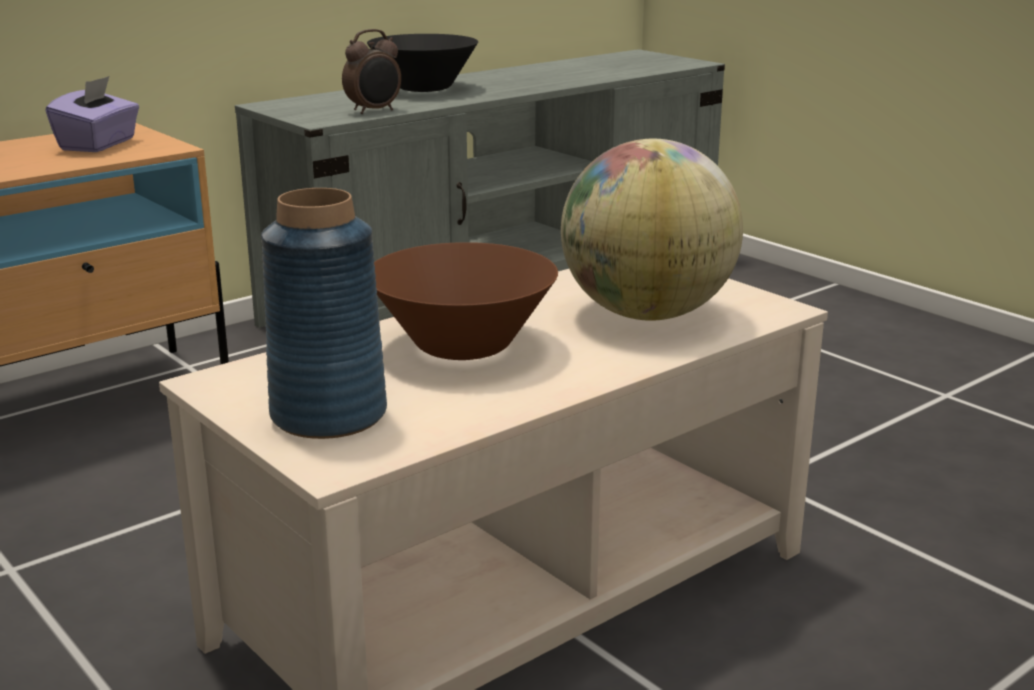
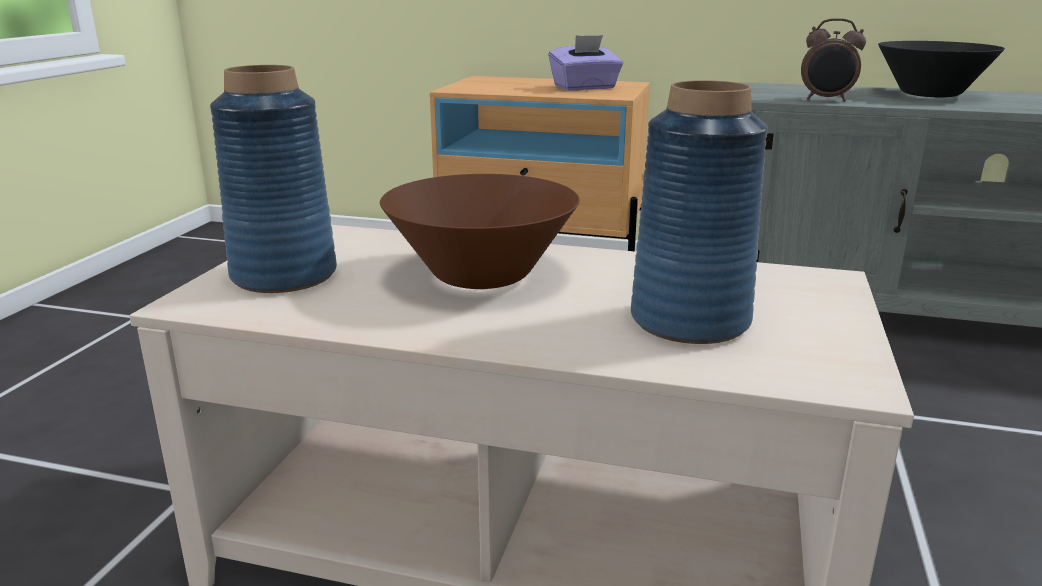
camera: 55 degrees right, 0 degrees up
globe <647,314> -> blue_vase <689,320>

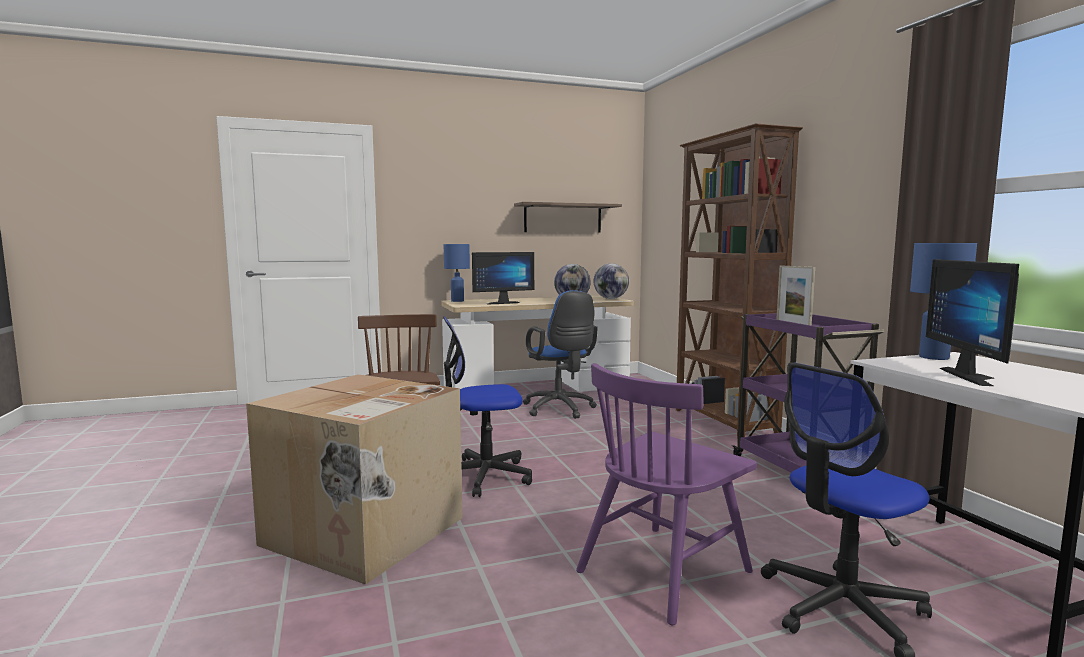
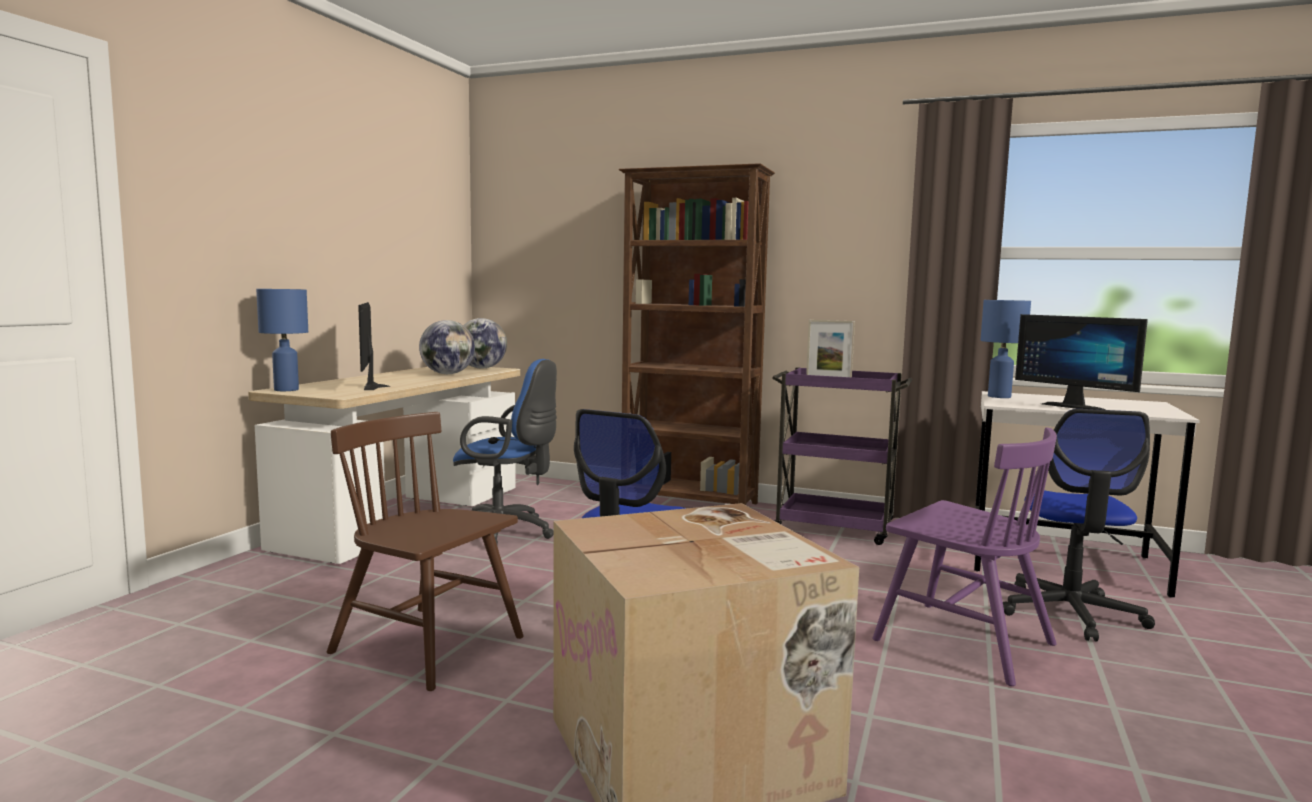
camera: 50 degrees left, 0 degrees up
shelf <563,218> -> none
monitor <501,303> -> monitor <378,386>, 150 degrees clockwise
purple_chair <663,570> -> purple_chair <963,641>, 45 degrees counterclockwise

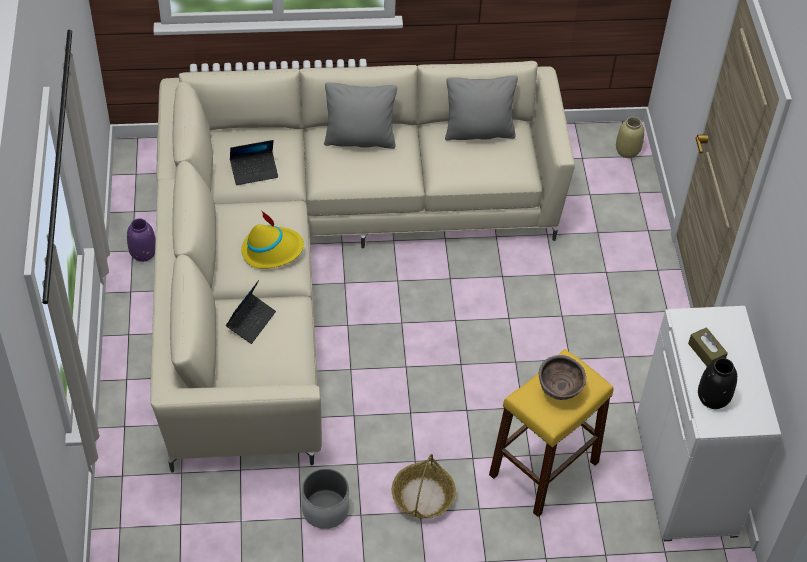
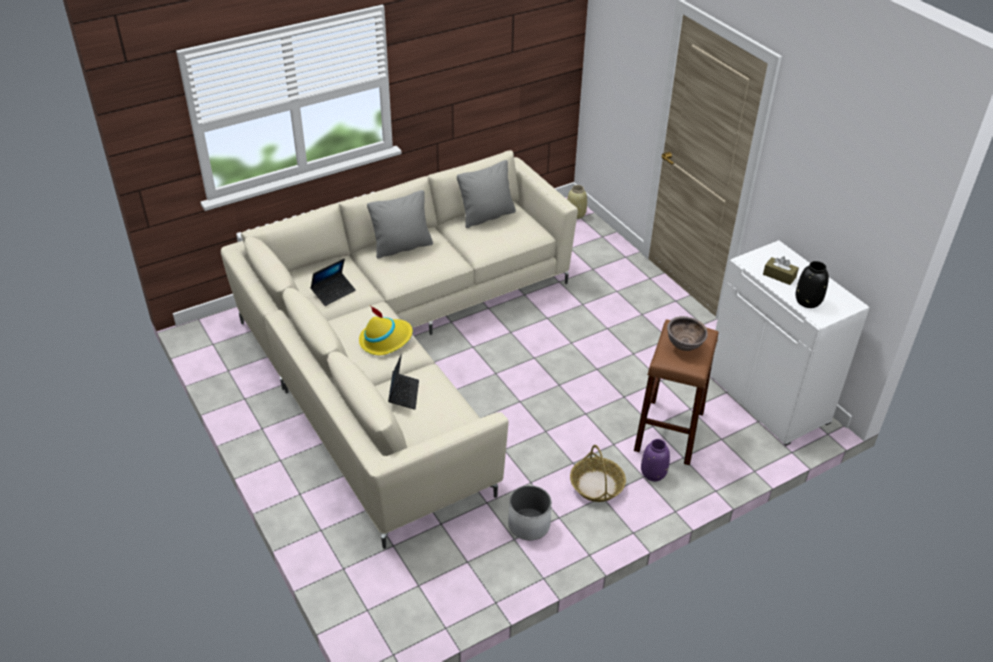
camera: 25 degrees left, 10 degrees down
purple_vase <143,253> -> purple_vase <653,473>, moved
yellow_stool <543,469> -> brown_stool <669,431>

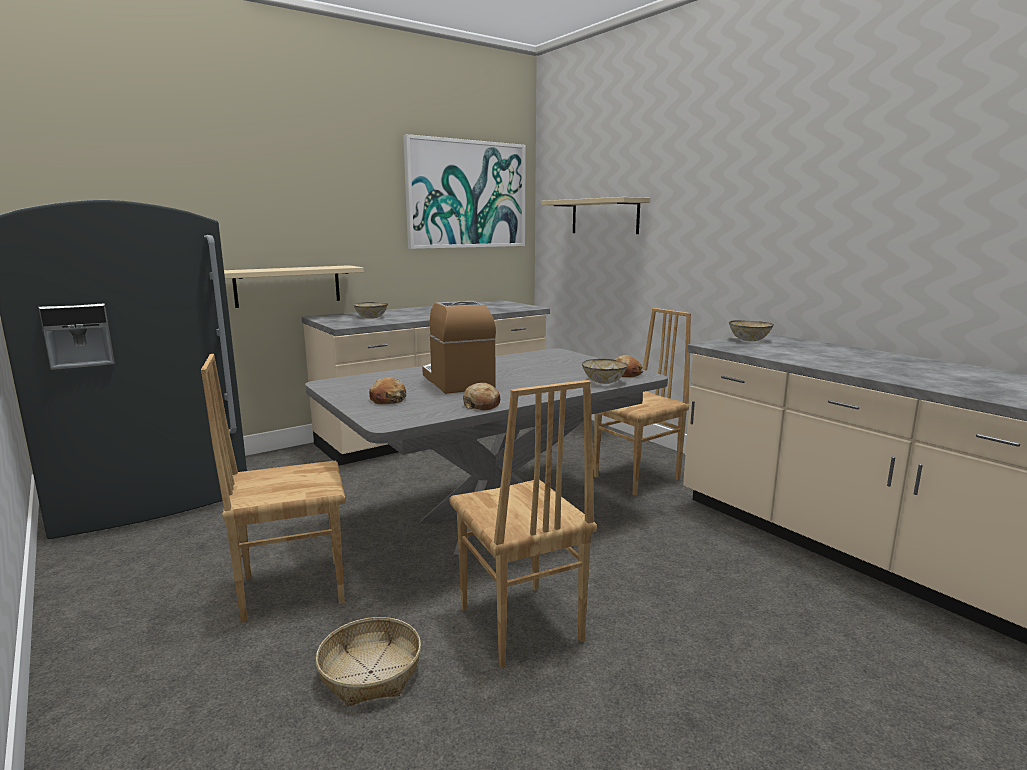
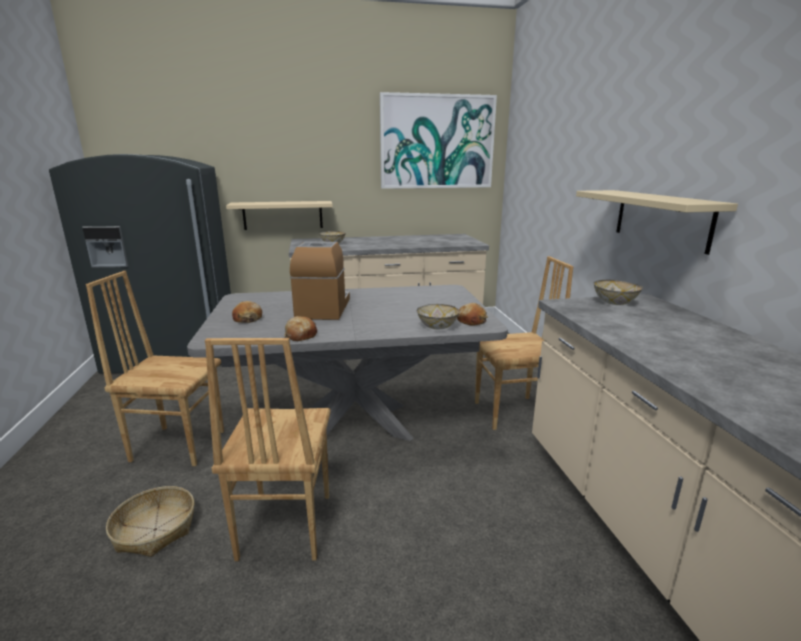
camera: 25 degrees right, 5 degrees up
beige_shelf <604,216> -> beige_shelf <661,219>, moved

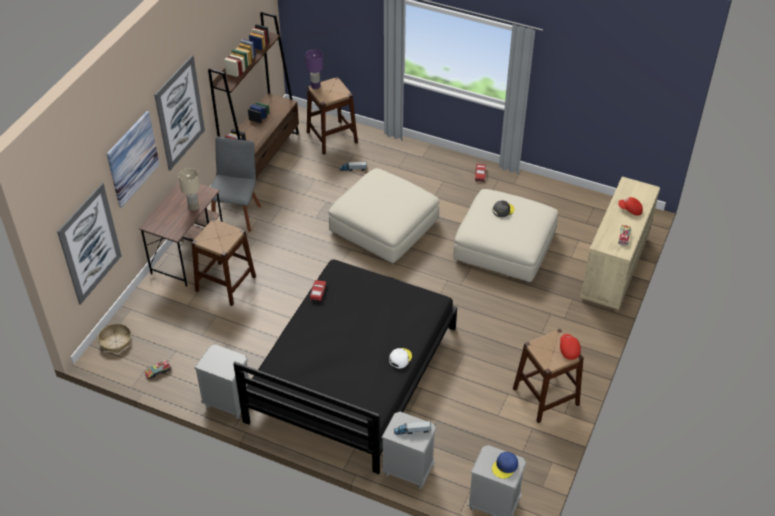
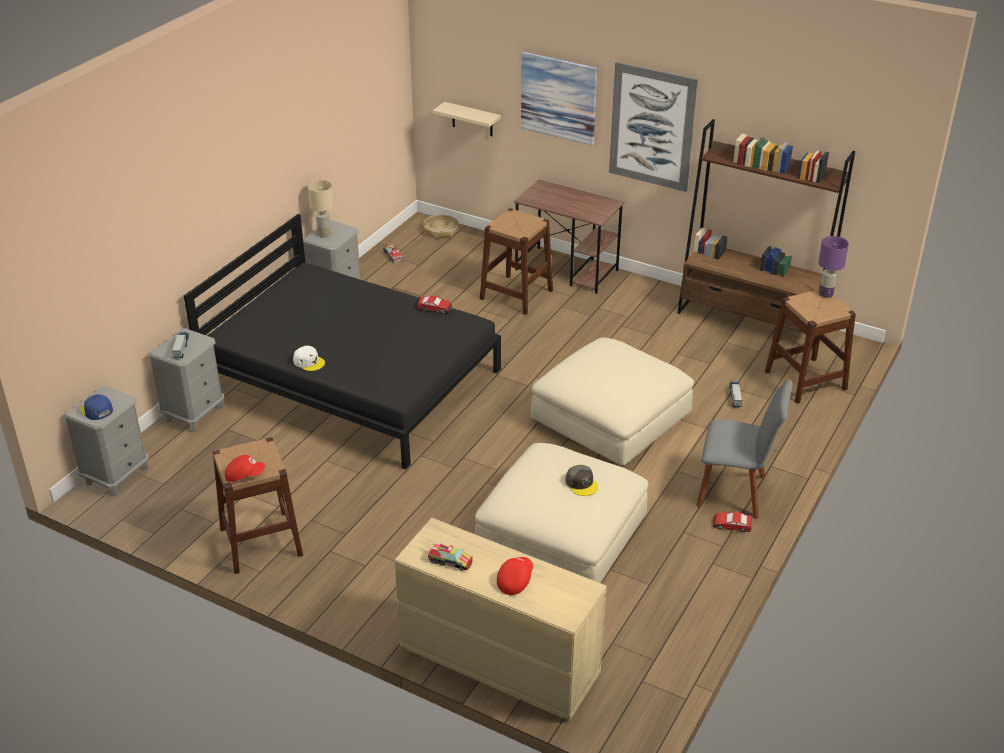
camera: 95 degrees right, 10 degrees down
grey_chair <237,214> -> grey_chair <736,492>, moved
beige_table_lamp <194,207> -> beige_table_lamp <324,234>, moved
picture <90,244> -> beige_shelf <472,119>

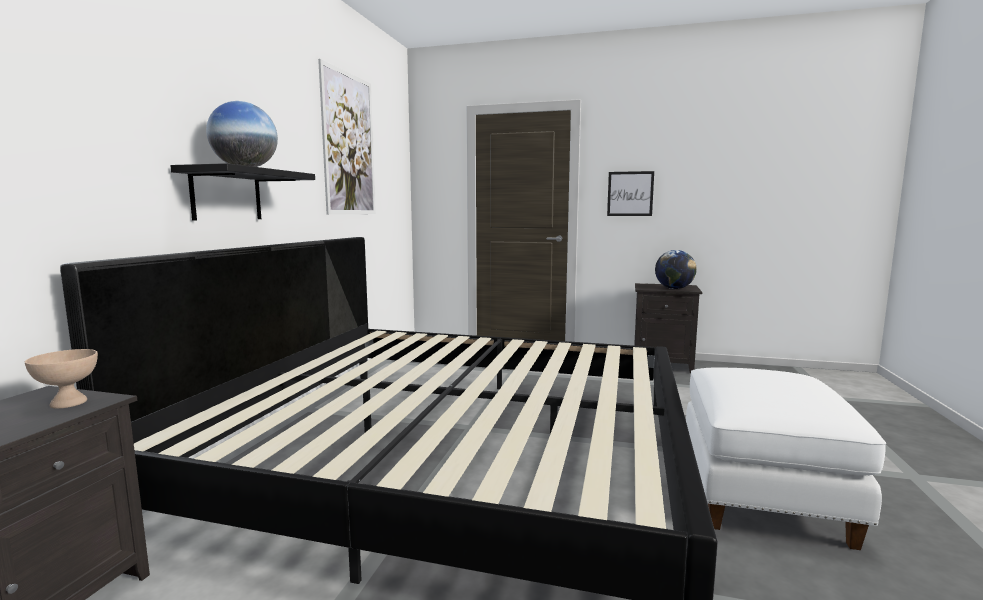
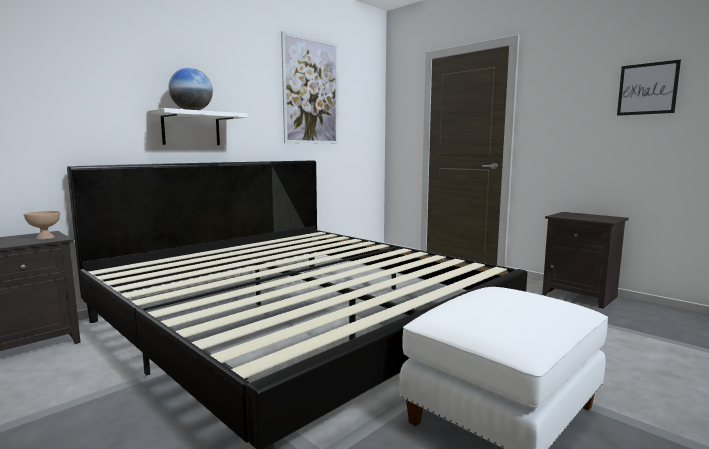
camera: 30 degrees right, 0 degrees up
black_shelf <227,195> -> white_shelf <191,129>
picture <630,194> -> picture <647,89>, moved
globe <674,288> -> none

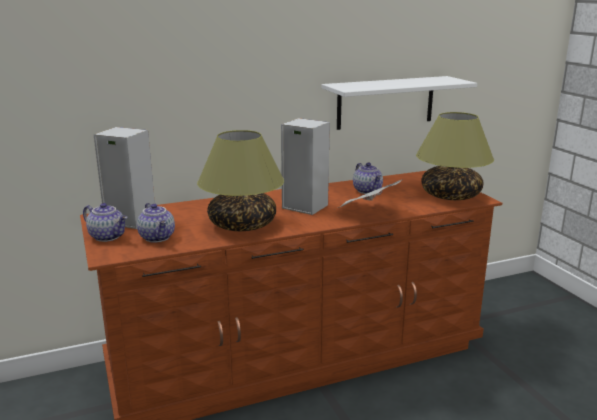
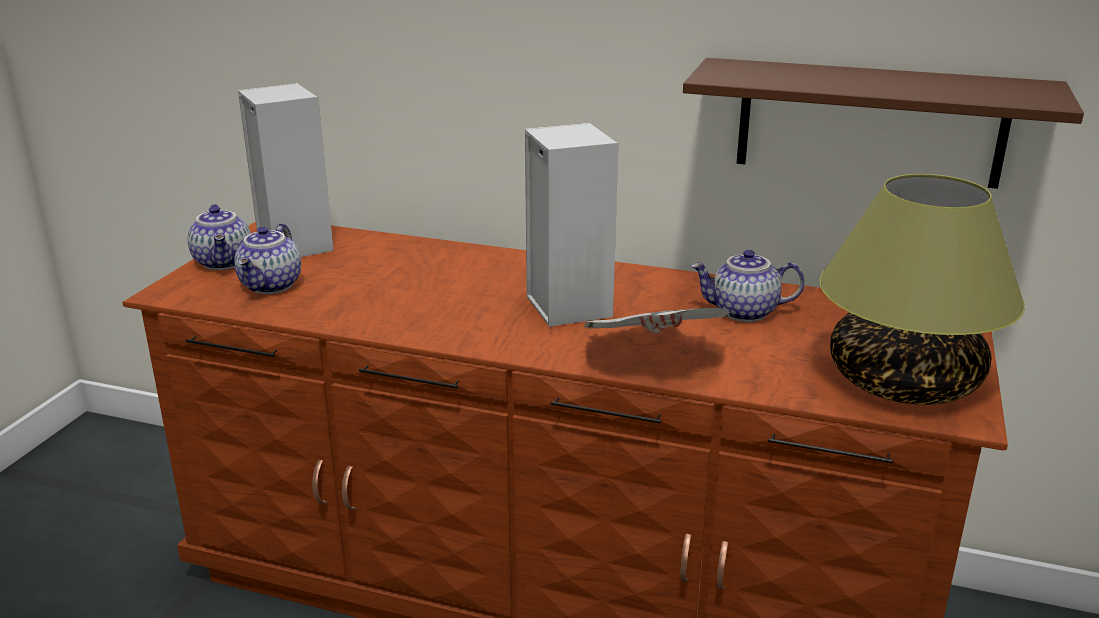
camera: 40 degrees right, 5 degrees up
white_shelf <385,102> -> brown_shelf <870,122>
table_lamp <243,225> -> none
teapot <368,191> -> teapot <743,313>, 75 degrees clockwise

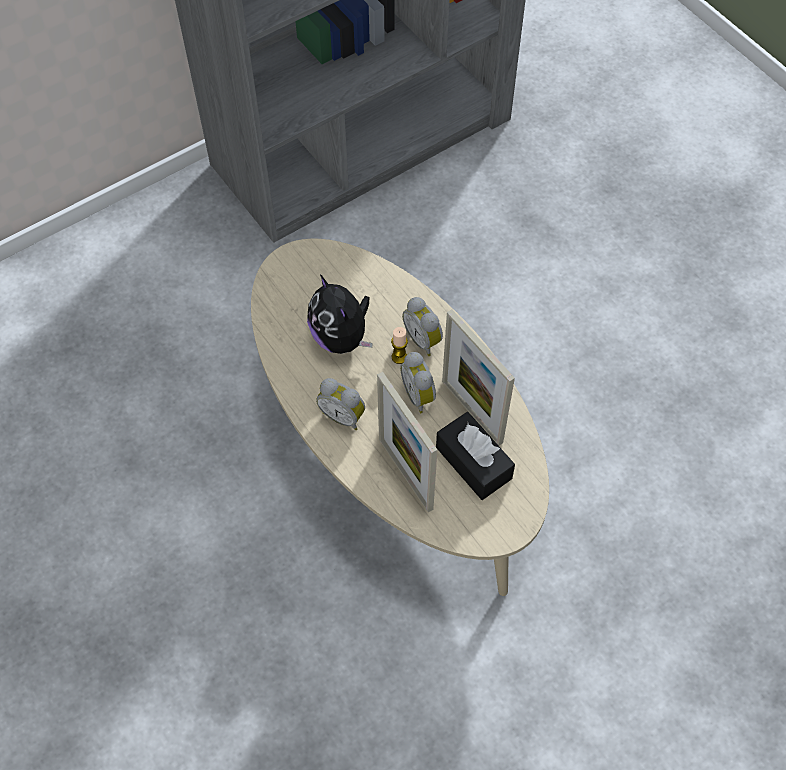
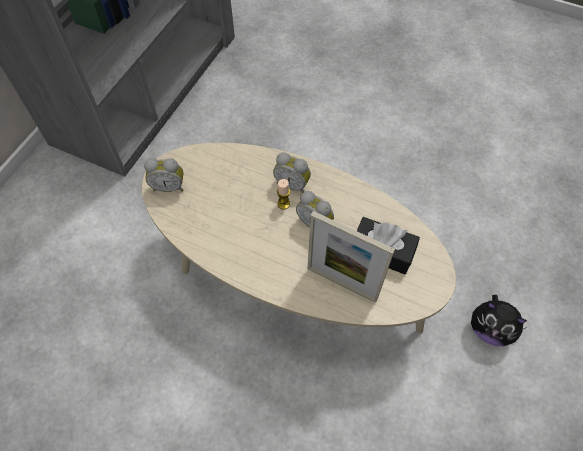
camera: 30 degrees left, 0 degrees up
plush_toy <341,337> -> plush_toy <489,329>, moved
picture_frame <472,411> -> none
alarm_clock <343,415> -> alarm_clock <169,186>, moved

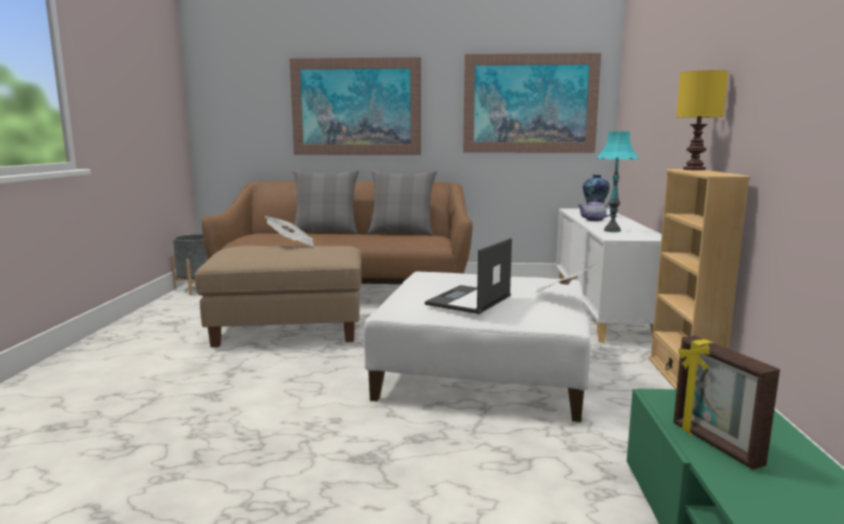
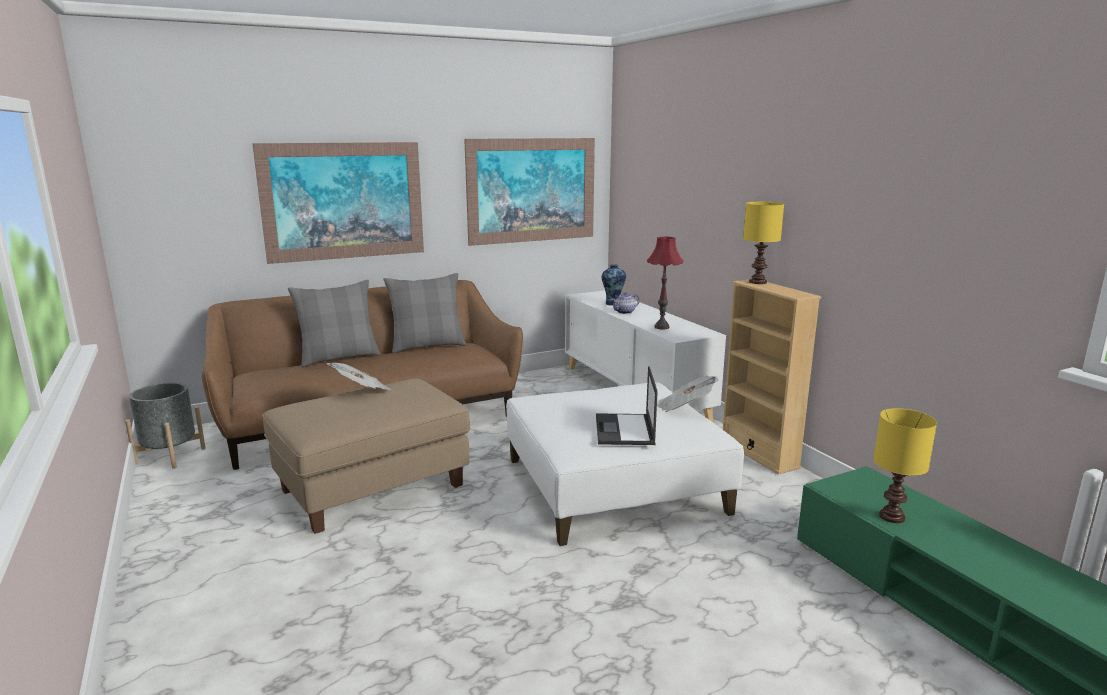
camera: 30 degrees left, 5 degrees up
turquoise_table_lamp <612,231> -> red_table_lamp <662,327>
picture_frame <714,444> -> yellow_table_lamp <893,517>

